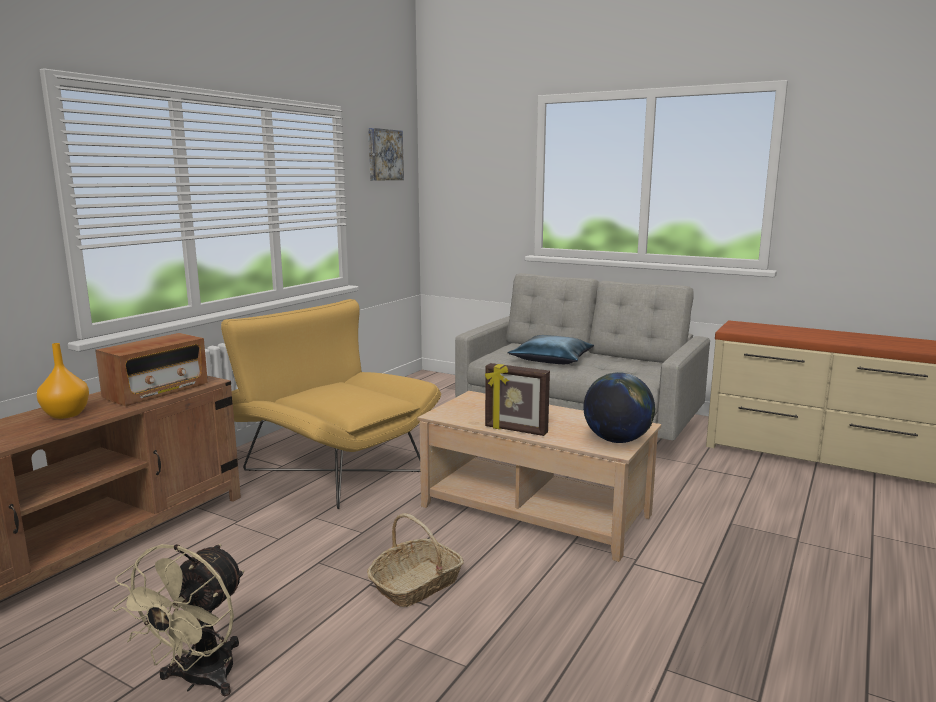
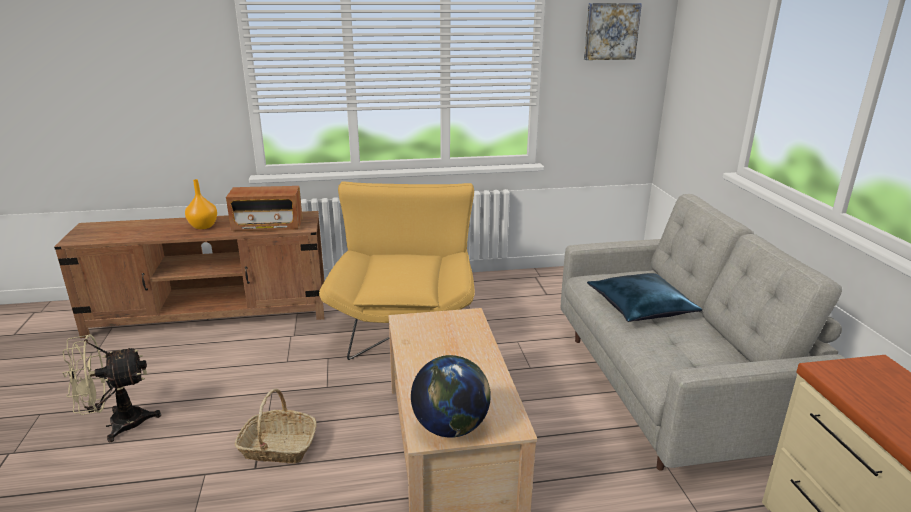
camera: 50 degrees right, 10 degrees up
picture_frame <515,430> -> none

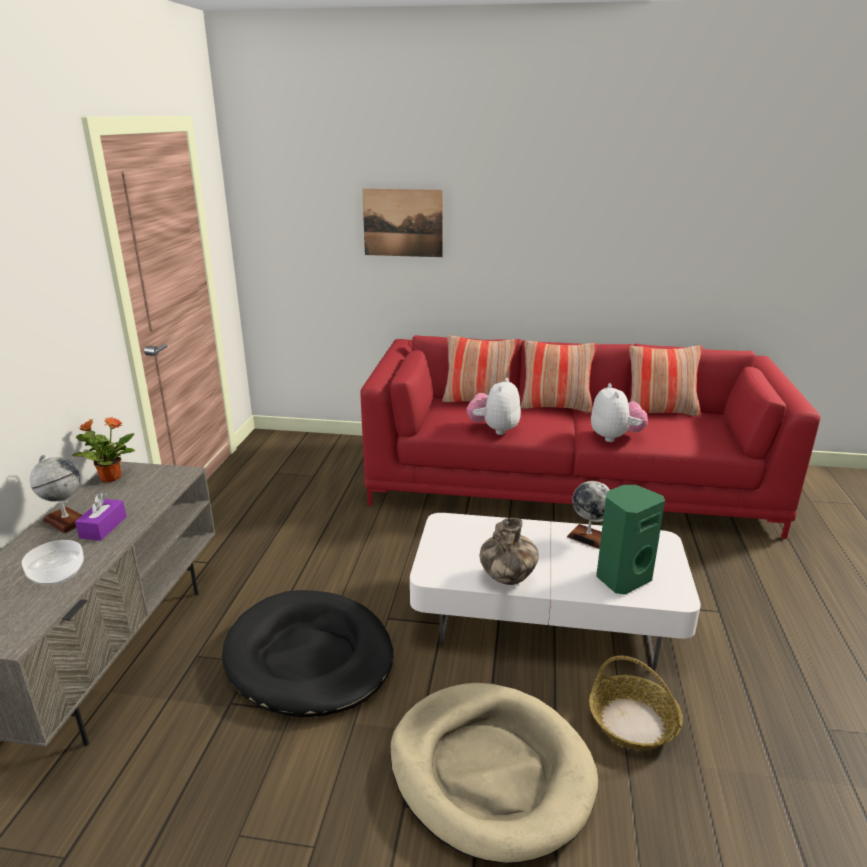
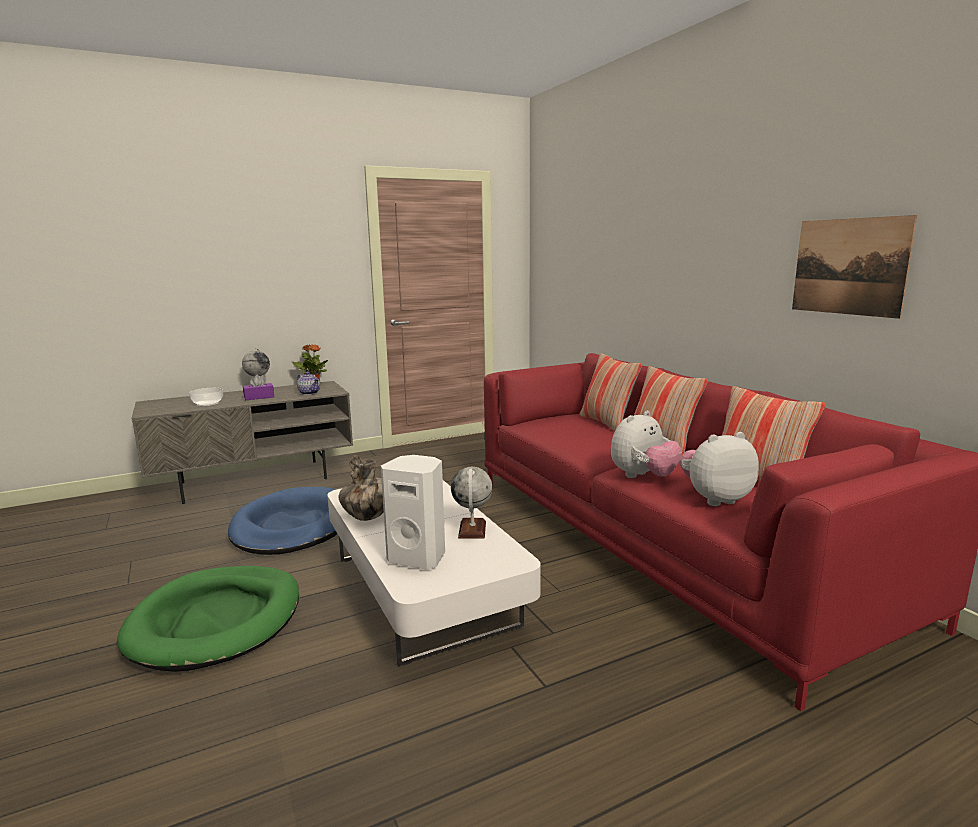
camera: 55 degrees right, 10 degrees down
picture <403,223> -> picture <849,266>, moved
plush_toy <494,429> -> plush_toy <714,499>, moved
green_speaker <621,578> -> white_speaker <418,557>
black_dog_bed <309,657> -> blue_dog_bed <292,526>
basket <633,722> -> none
beige_dog_bed <490,771> -> green_dog_bed <217,621>
none -> teapot <310,393>

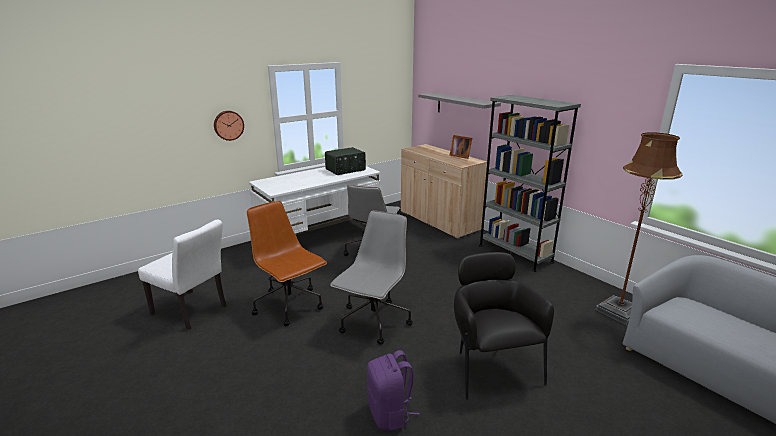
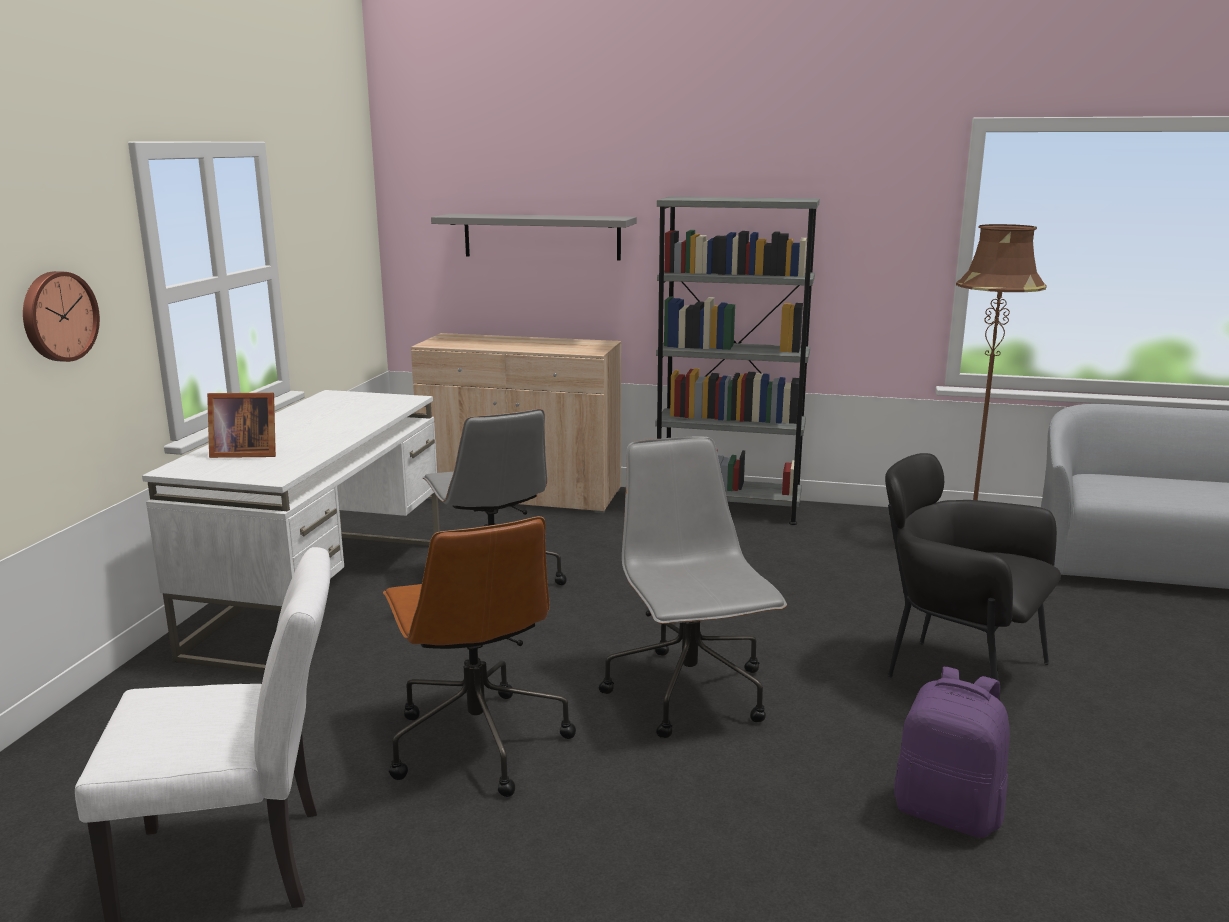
camera: 40 degrees left, 5 degrees down
picture_frame <460,156> -> picture_frame <244,453>, moved
radio <346,170> -> none
brown_office_chair <290,306> -> brown_office_chair <476,742>, 120 degrees counterclockwise

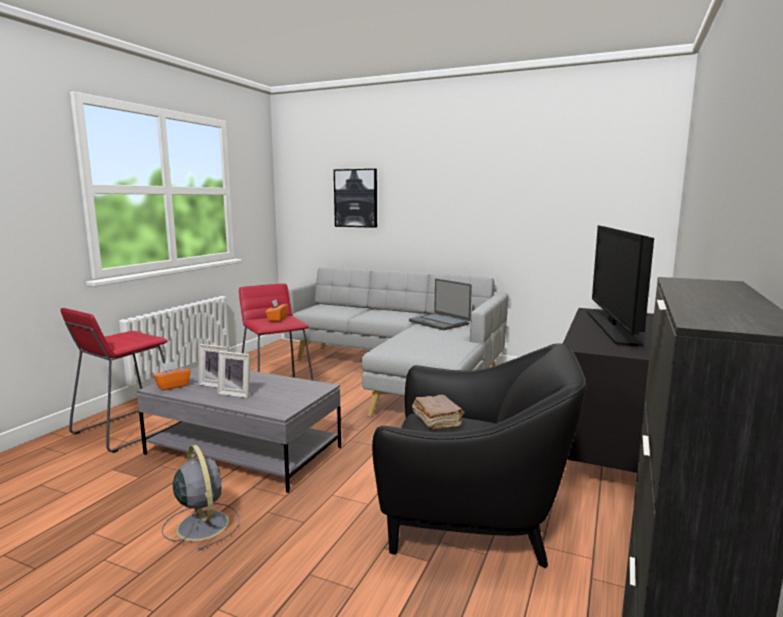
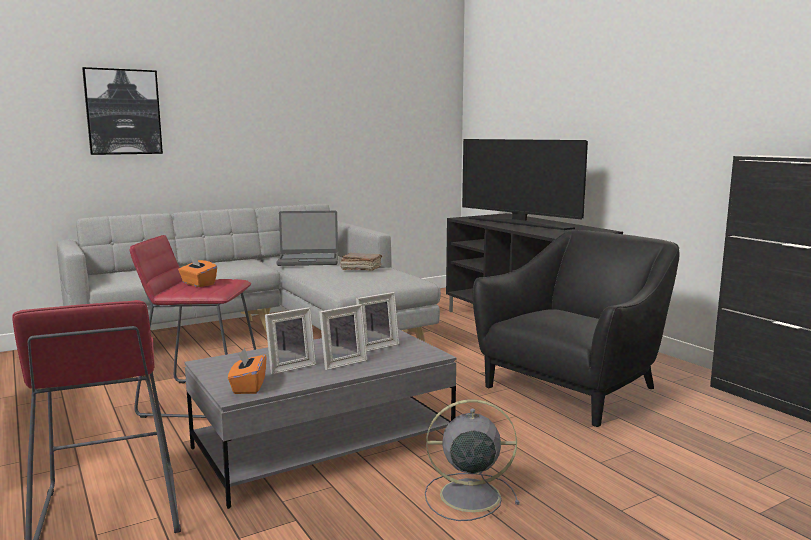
camera: 55 degrees left, 0 degrees up
brown_book <437,421> -> brown_book <360,269>, moved
none -> picture_frame <376,346>

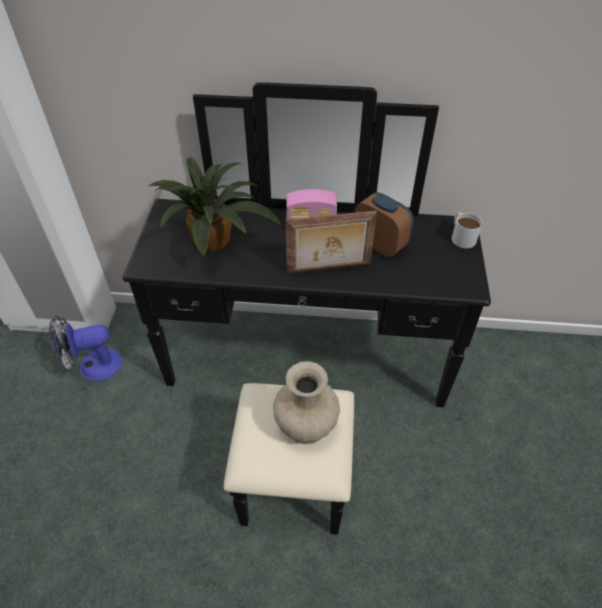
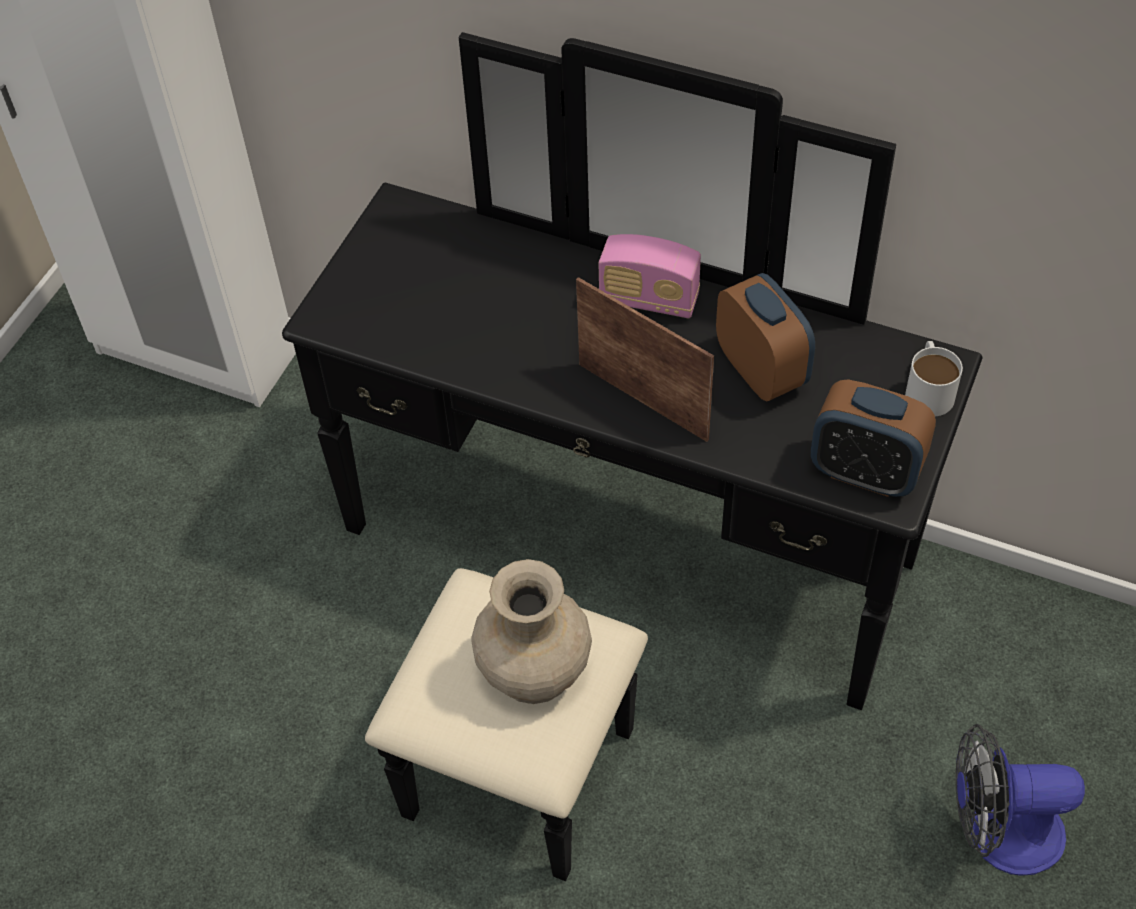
camera: 20 degrees right, 5 degrees up
potted_plant <215,240> -> none
picture_frame <329,269> -> picture_frame <644,399>, 150 degrees counterclockwise
fan <92,367> -> fan <998,833>, moved
none -> alarm_clock <865,472>

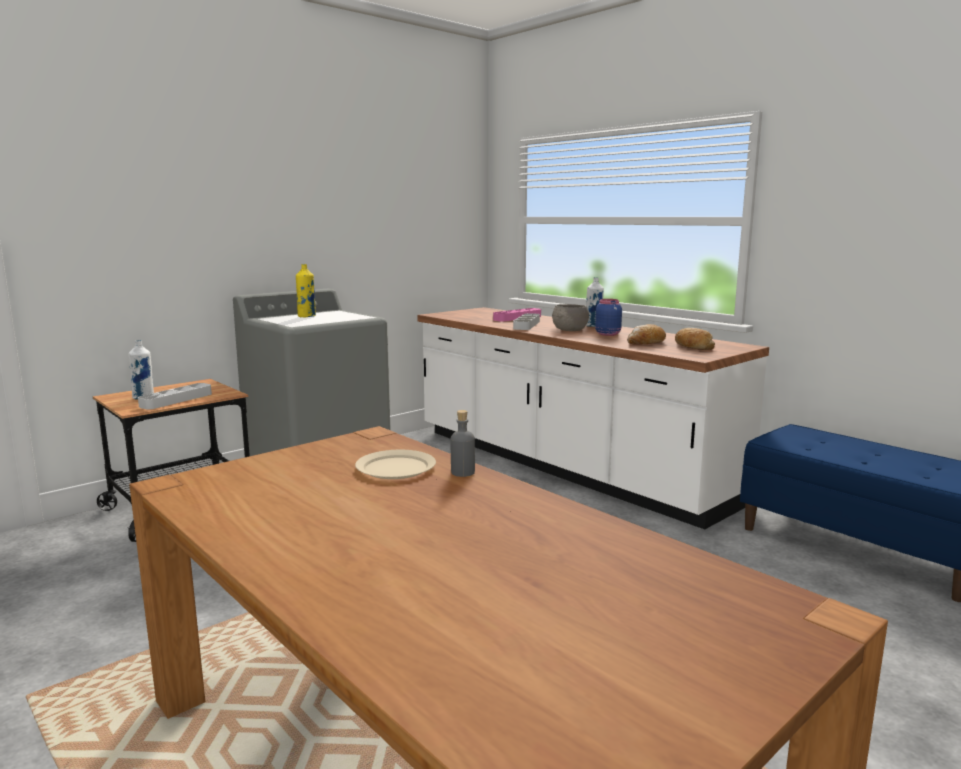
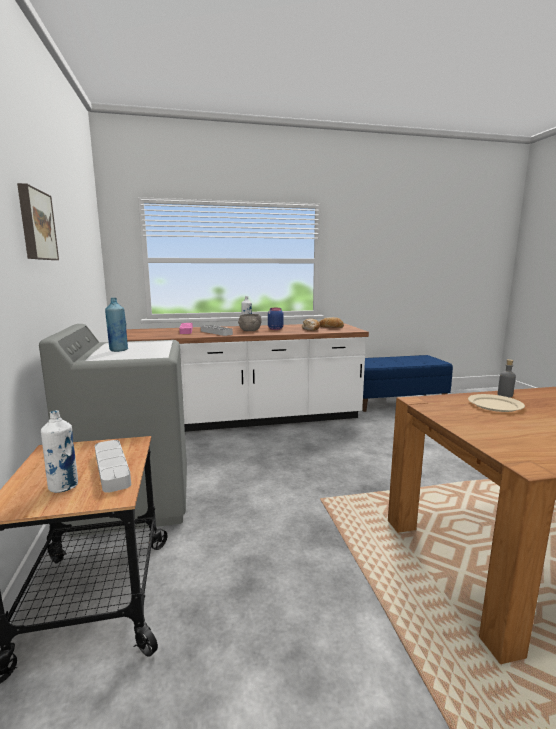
camera: 60 degrees left, 0 degrees up
yellow_bottle <306,316> -> blue_bottle <118,350>
none -> picture <35,225>

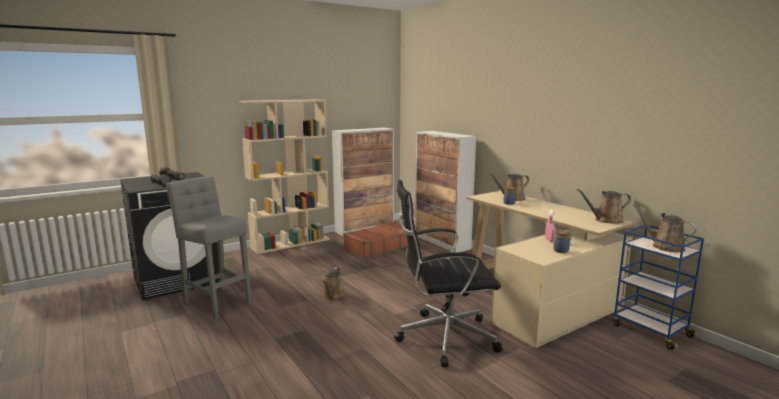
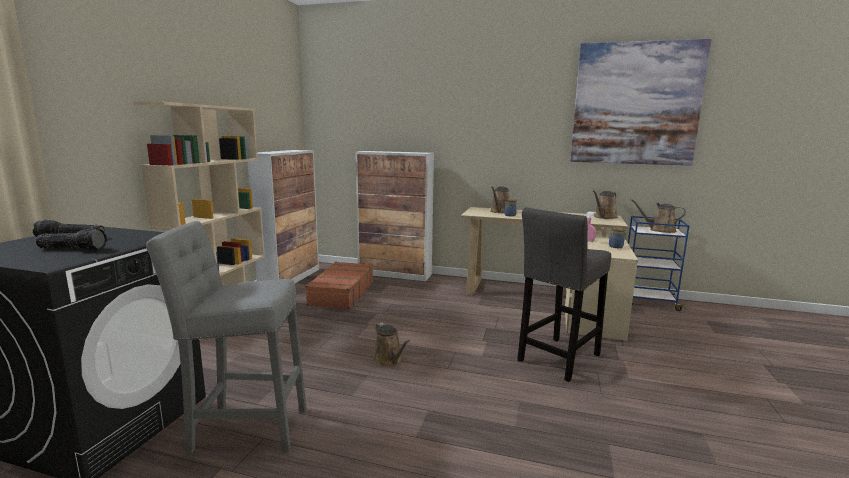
camera: 40 degrees left, 0 degrees up
black_office_chair <443,337> -> grey_stool <557,359>
none -> picture <635,104>

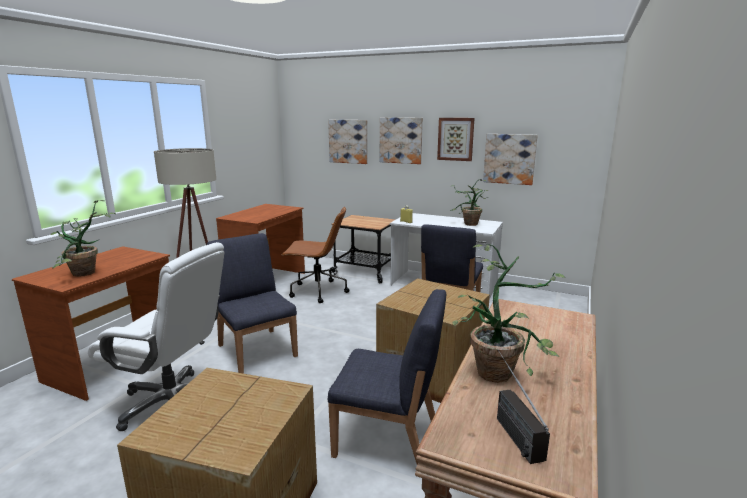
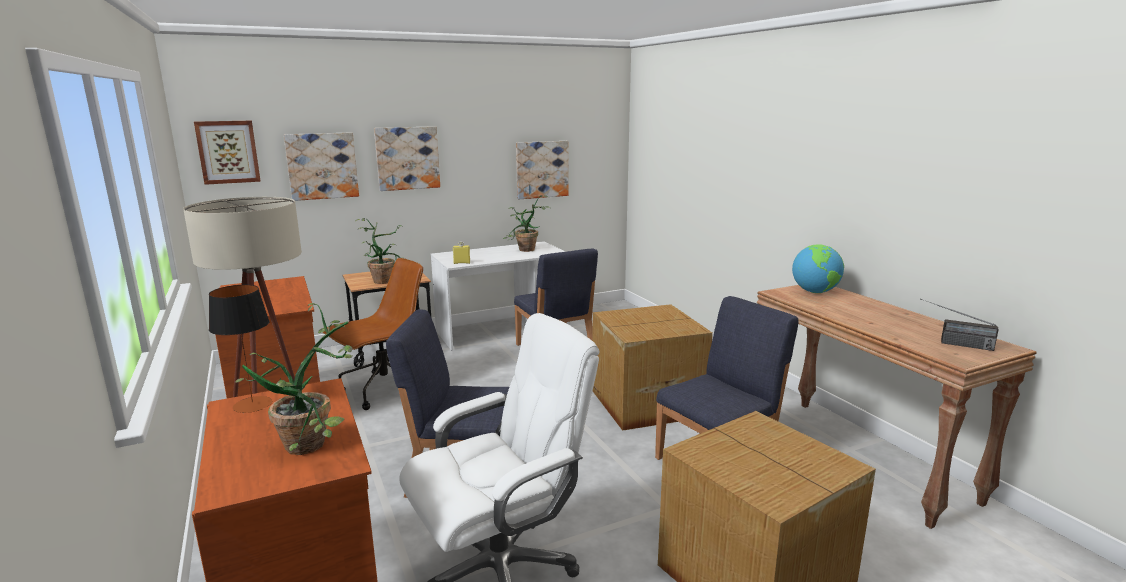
camera: 50 degrees left, 0 degrees up
picture <455,139> -> picture <228,152>, moved
potted_plant <501,370> -> potted_plant <385,280>, moved
none -> globe <815,292>
none -> table_lamp <252,404>

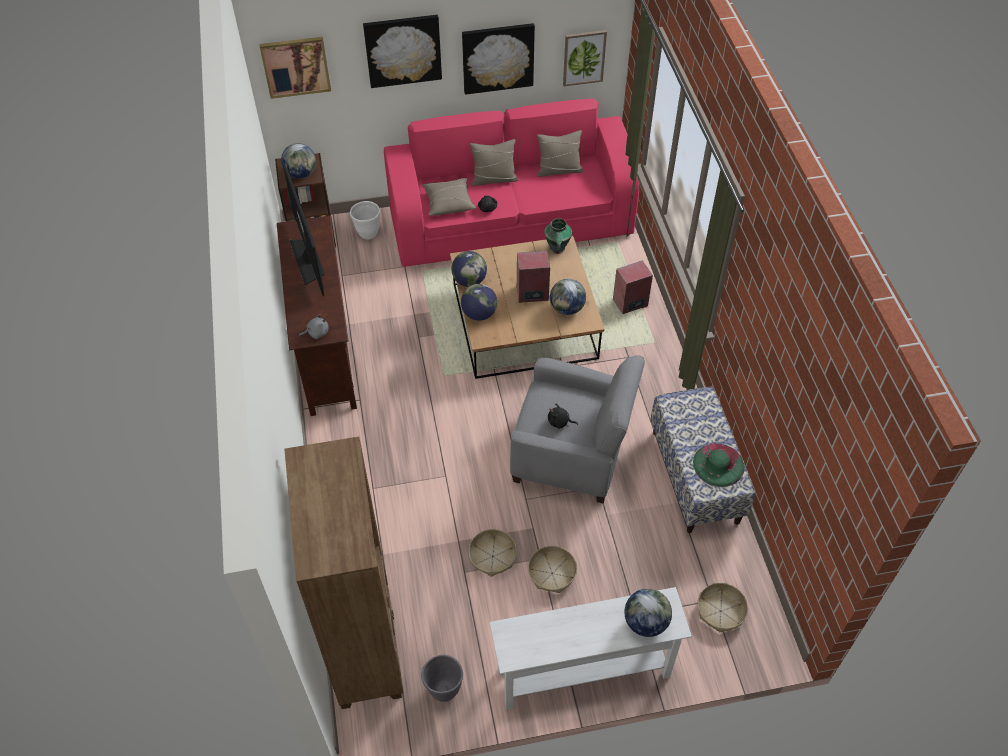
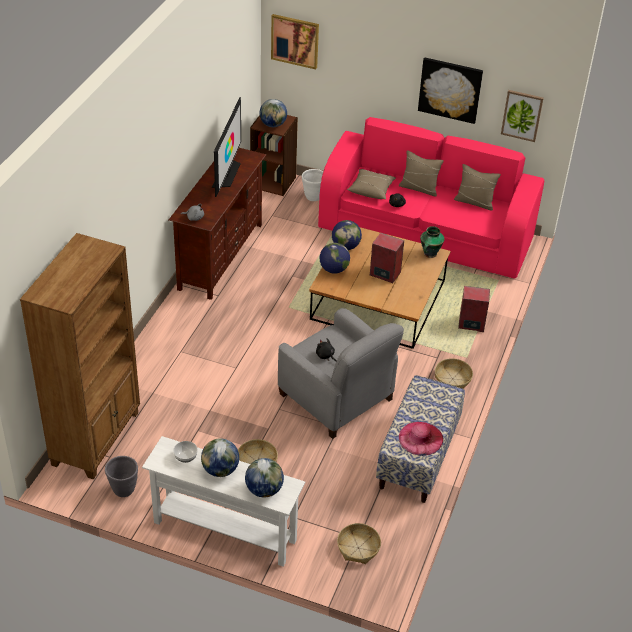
camera: 30 degrees right, 10 degrees down
picture <403,50> -> none
globe <567,309> -> globe <220,470>, moved
green_hat <718,464> -> pink_hat <420,438>
basket <493,556> -> basket <452,379>, moved
none -> bowl <186,457>

